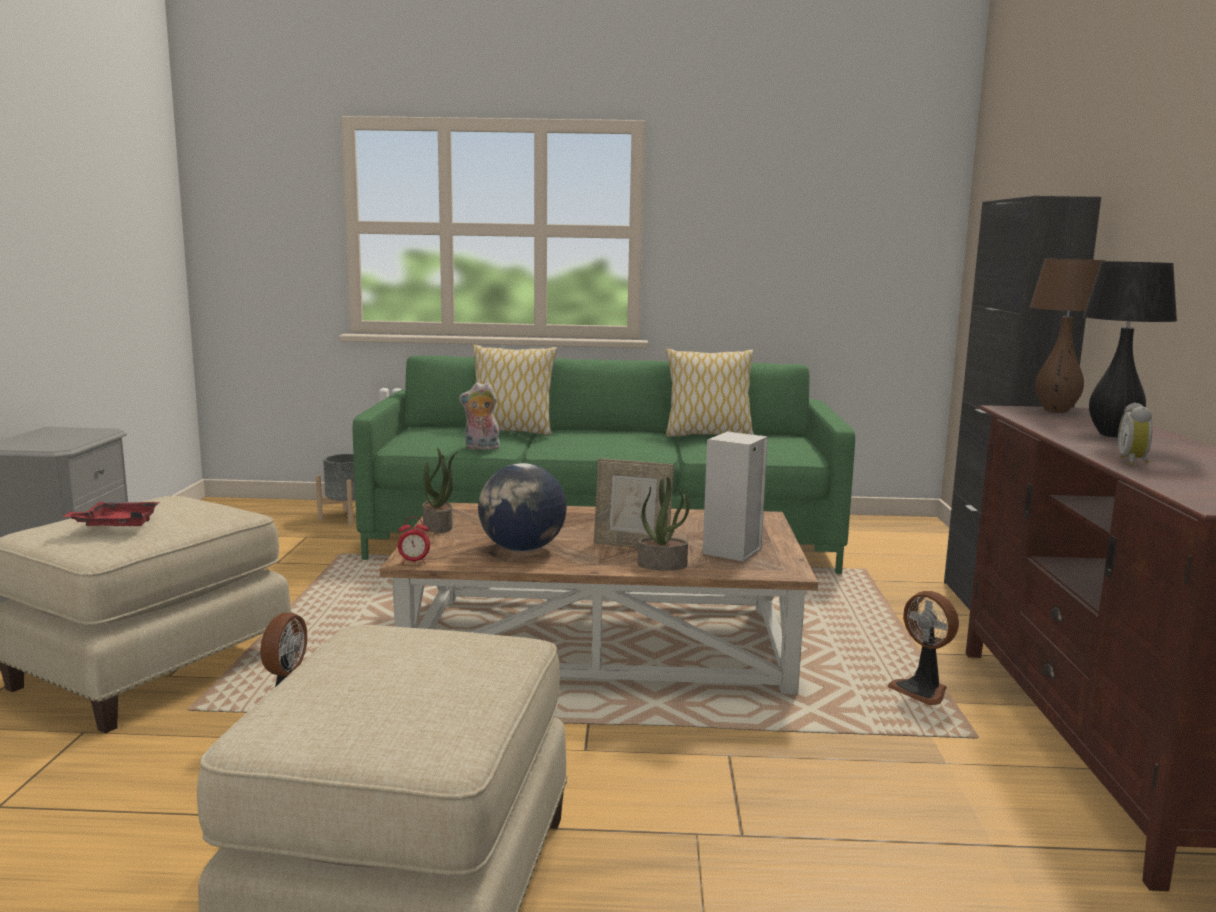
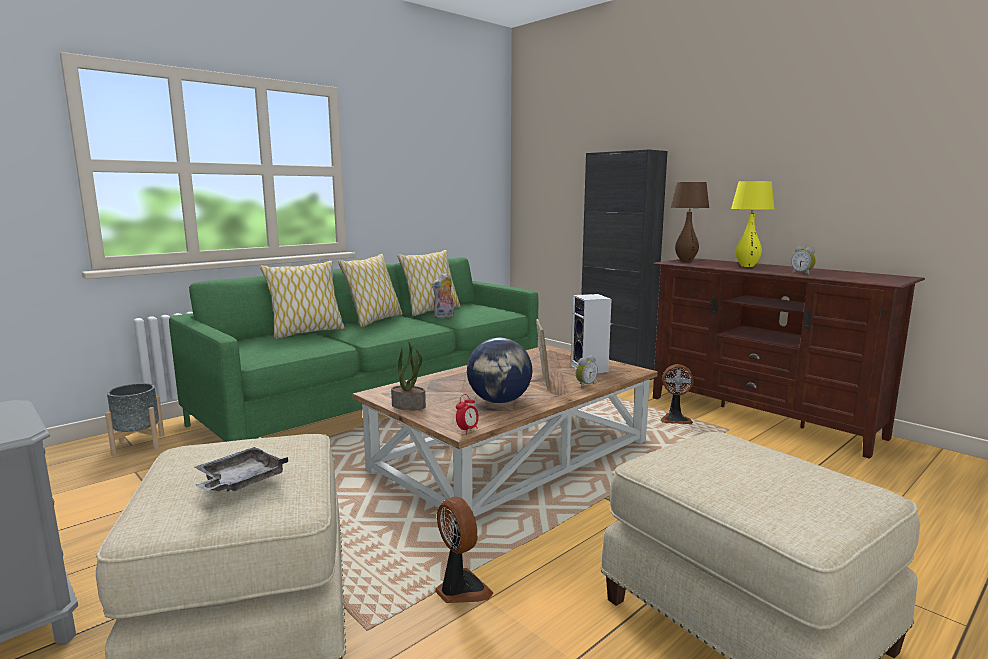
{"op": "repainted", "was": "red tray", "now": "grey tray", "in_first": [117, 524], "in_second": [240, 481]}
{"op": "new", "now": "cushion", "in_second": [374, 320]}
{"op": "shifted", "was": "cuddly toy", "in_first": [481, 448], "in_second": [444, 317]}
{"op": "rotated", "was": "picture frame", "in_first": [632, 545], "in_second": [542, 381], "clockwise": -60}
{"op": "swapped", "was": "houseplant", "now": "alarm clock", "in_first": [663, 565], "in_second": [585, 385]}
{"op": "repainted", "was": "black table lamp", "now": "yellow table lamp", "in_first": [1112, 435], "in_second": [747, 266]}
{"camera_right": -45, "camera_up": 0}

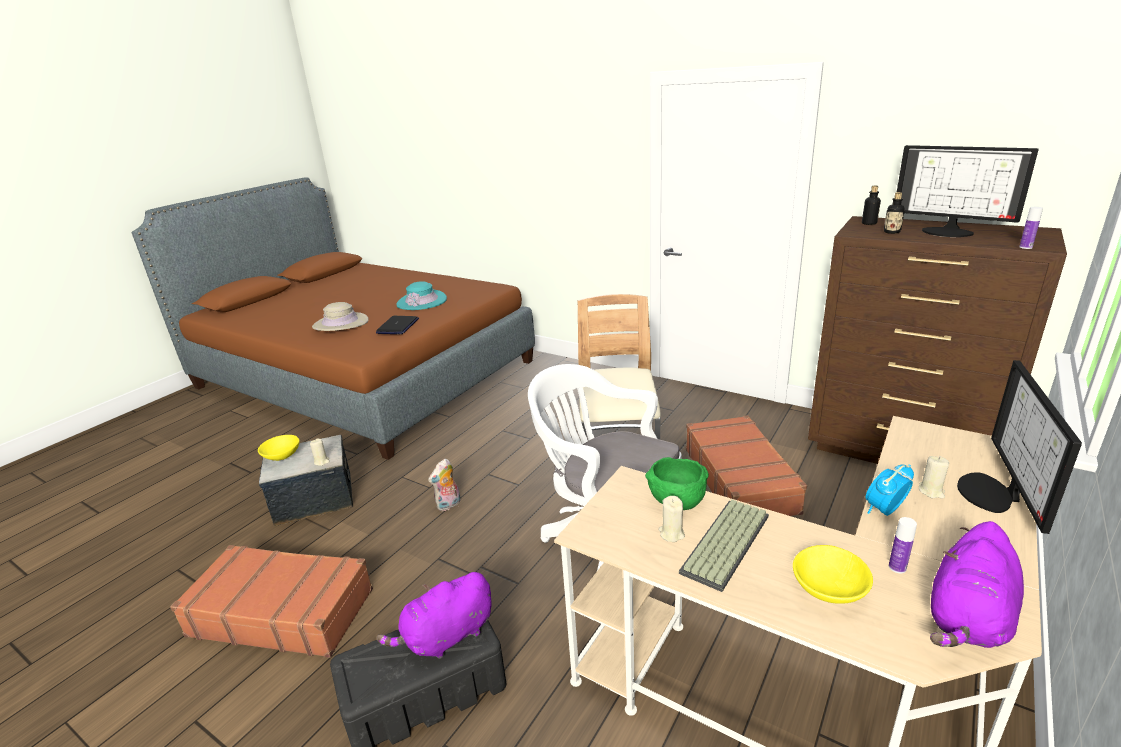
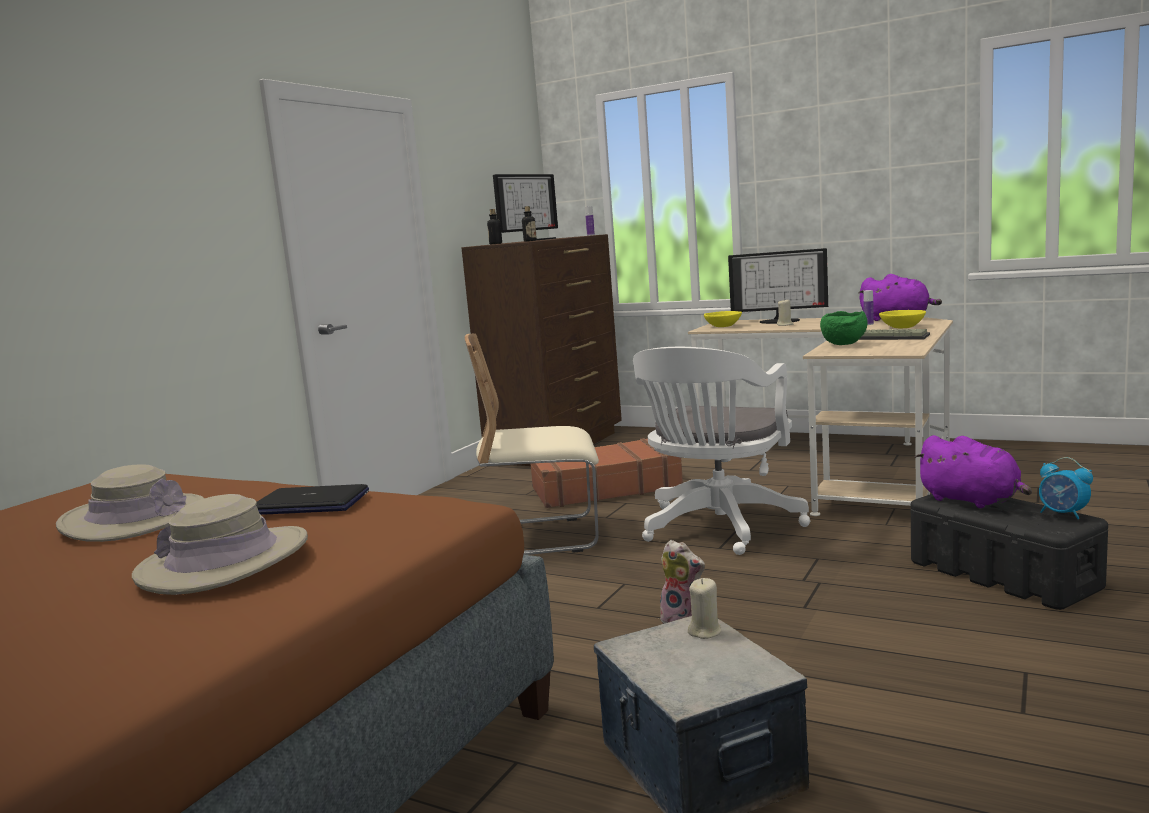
{"op": "repainted", "was": "blue-green clothing hat", "now": "beige-coloured clothing hat", "in_first": [422, 302], "in_second": [134, 519]}
{"op": "shifted", "was": "yellow bowl", "in_first": [282, 456], "in_second": [723, 326]}
{"op": "shifted", "was": "alarm clock", "in_first": [884, 510], "in_second": [1063, 514]}
{"op": "gone", "was": "brown suitcase", "in_first": [282, 611]}
{"op": "gone", "was": "beige-coloured wax light", "in_first": [671, 533]}
{"camera_right": -95, "camera_up": -15}

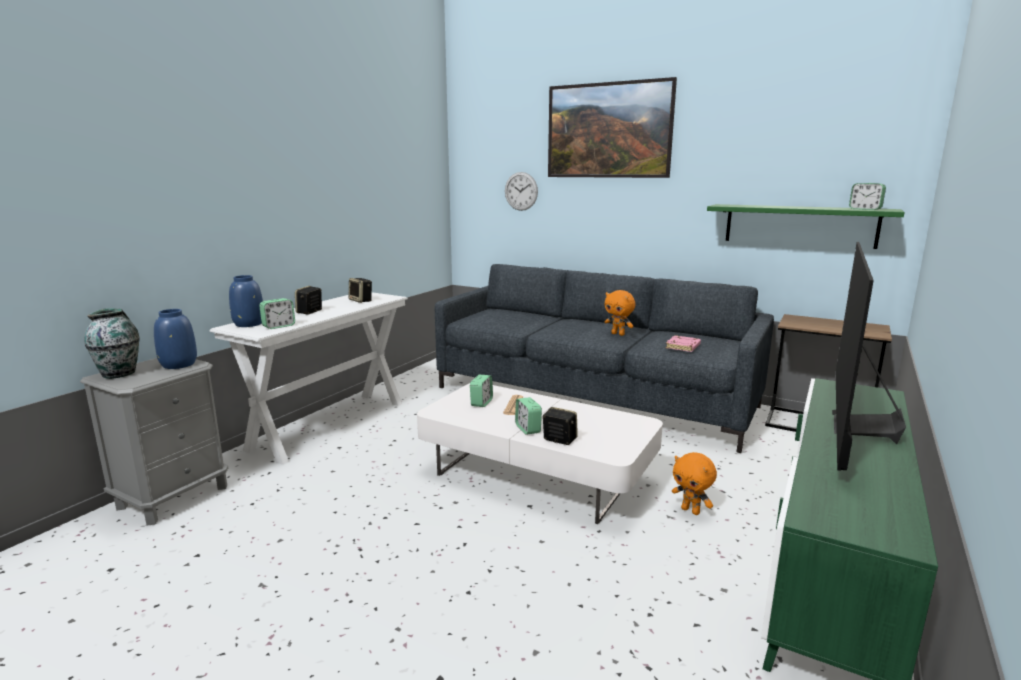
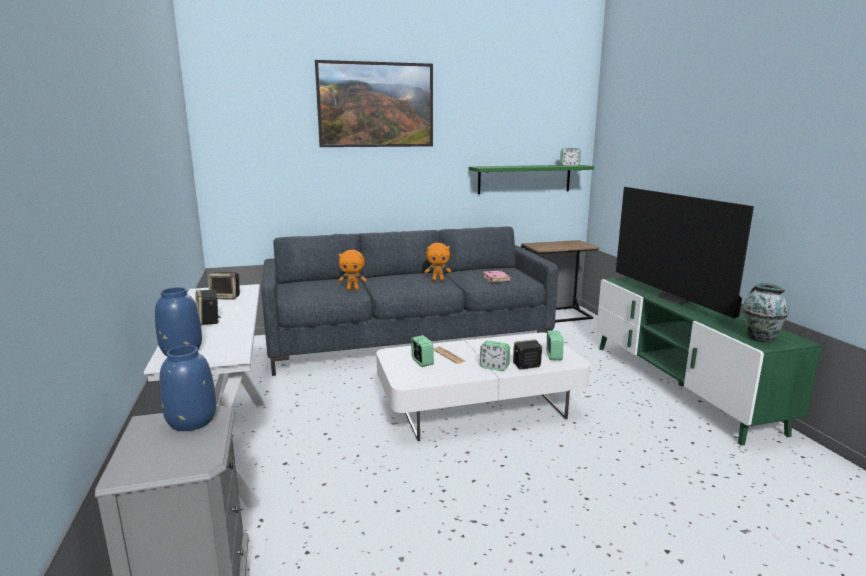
{"op": "shifted", "was": "orange cuddly toy", "in_first": [691, 511], "in_second": [353, 289]}
{"op": "shifted", "was": "alarm clock", "in_first": [278, 326], "in_second": [554, 356]}
{"op": "shifted", "was": "vase", "in_first": [119, 373], "in_second": [760, 338]}
{"op": "gone", "was": "clock on the wall", "in_first": [521, 191]}
{"camera_right": -45, "camera_up": 0}

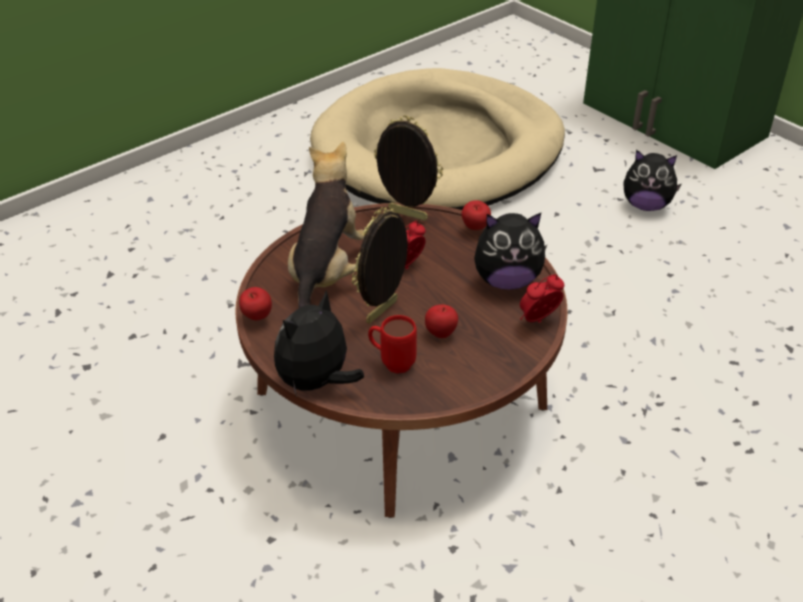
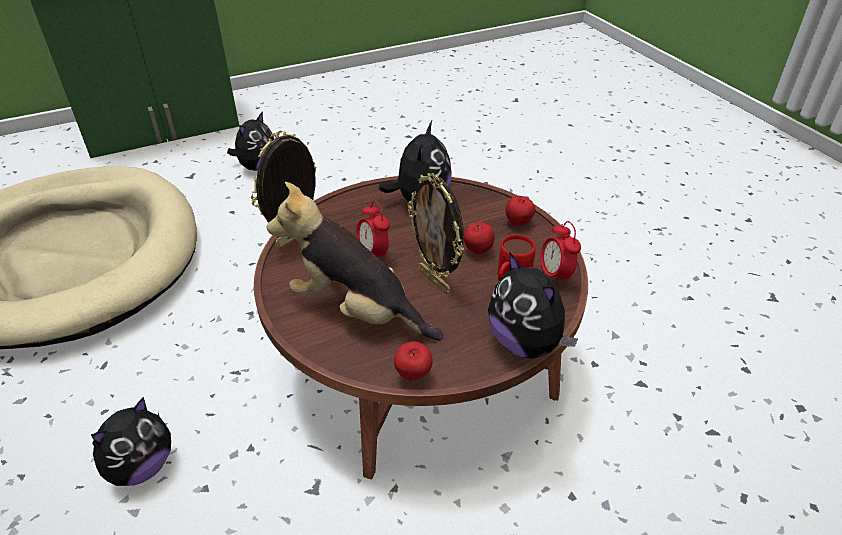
{"op": "new", "now": "cuddly toy", "in_second": [141, 466]}
{"op": "shifted", "was": "apple", "in_first": [475, 229], "in_second": [518, 223]}
{"op": "shifted", "was": "alarm clock", "in_first": [538, 320], "in_second": [555, 275]}
{"camera_right": -75, "camera_up": 0}

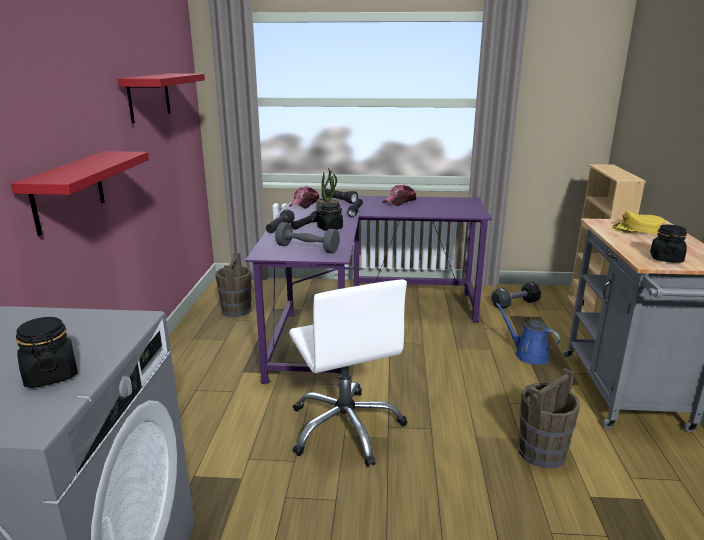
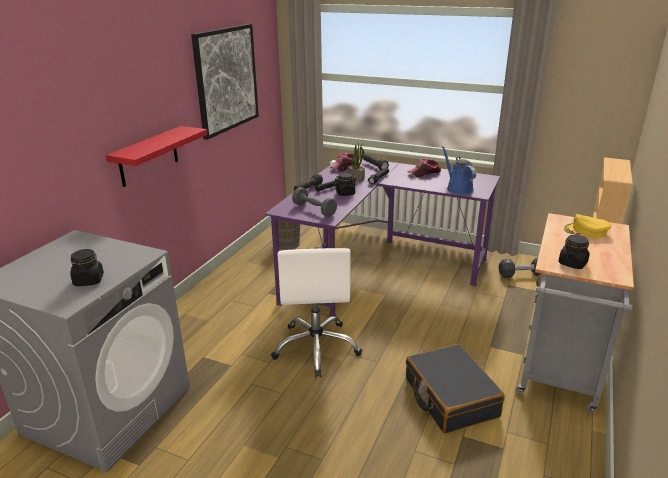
{"op": "swapped", "was": "red wall shelf", "now": "picture", "in_first": [149, 97], "in_second": [226, 79]}
{"op": "swapped", "was": "brown pail", "now": "black suitcase", "in_first": [542, 452], "in_second": [450, 397]}
{"op": "shifted", "was": "blue-coloured watering pot", "in_first": [528, 354], "in_second": [458, 188]}
{"camera_right": 20, "camera_up": 5}

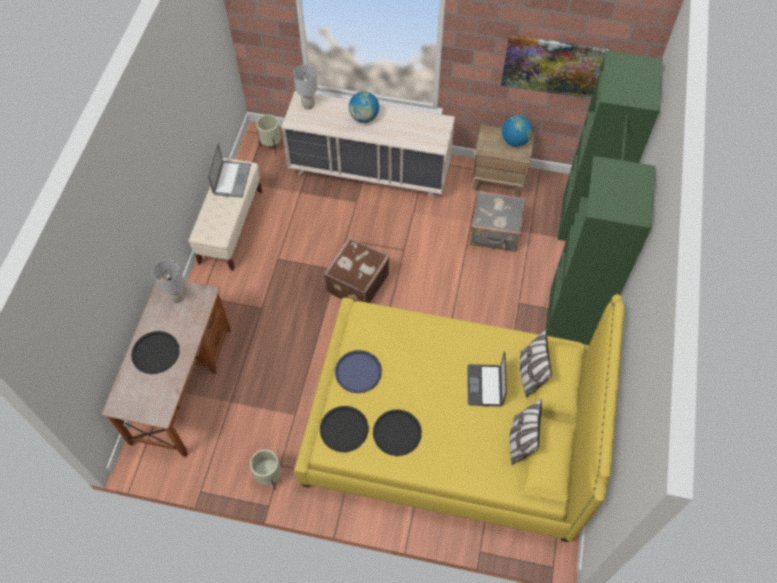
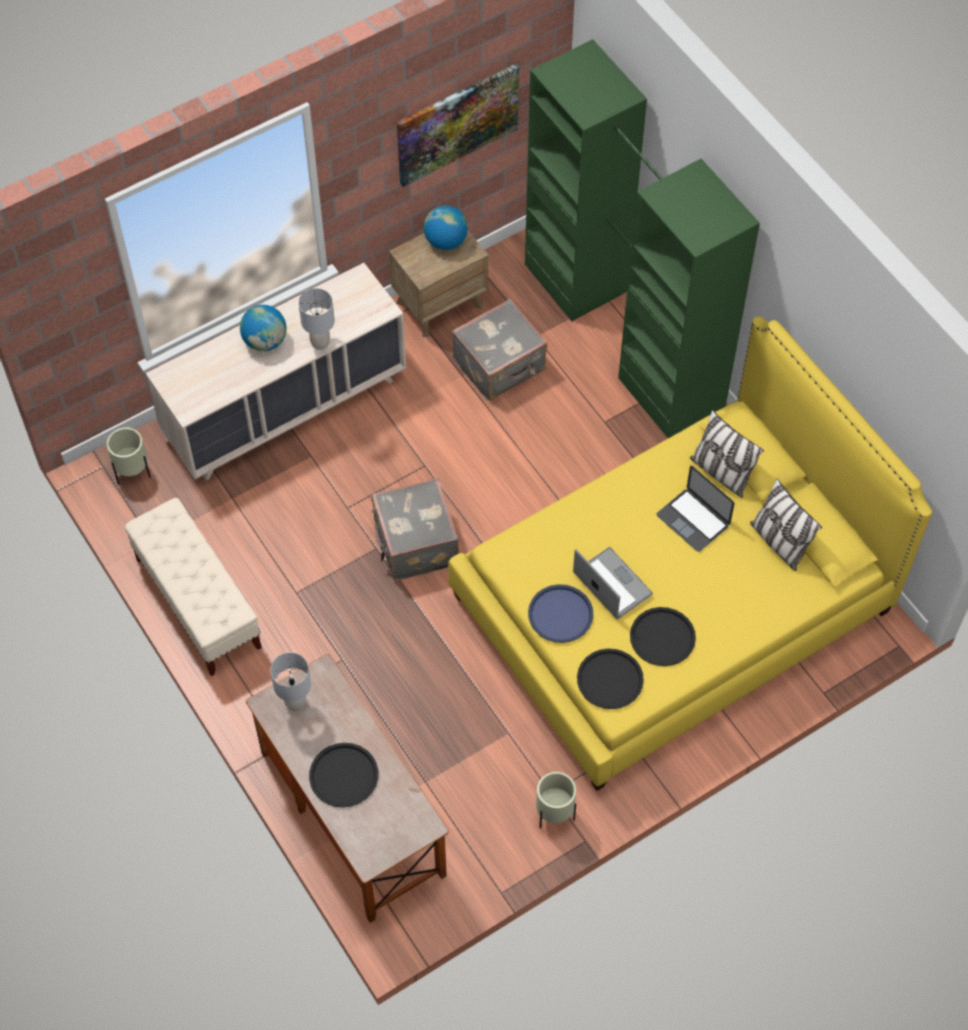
{"op": "shifted", "was": "grey table lamp", "in_first": [308, 105], "in_second": [320, 343]}
{"op": "repainted", "was": "brown suitcase", "now": "grey suitcase", "in_first": [356, 283], "in_second": [414, 544]}
{"op": "shifted", "was": "laptop", "in_first": [232, 179], "in_second": [612, 584]}
{"camera_right": -45, "camera_up": 0}

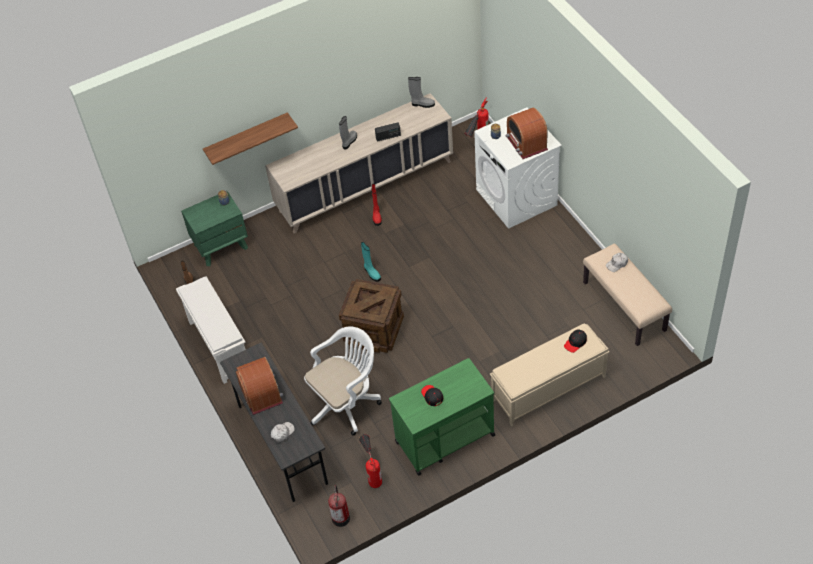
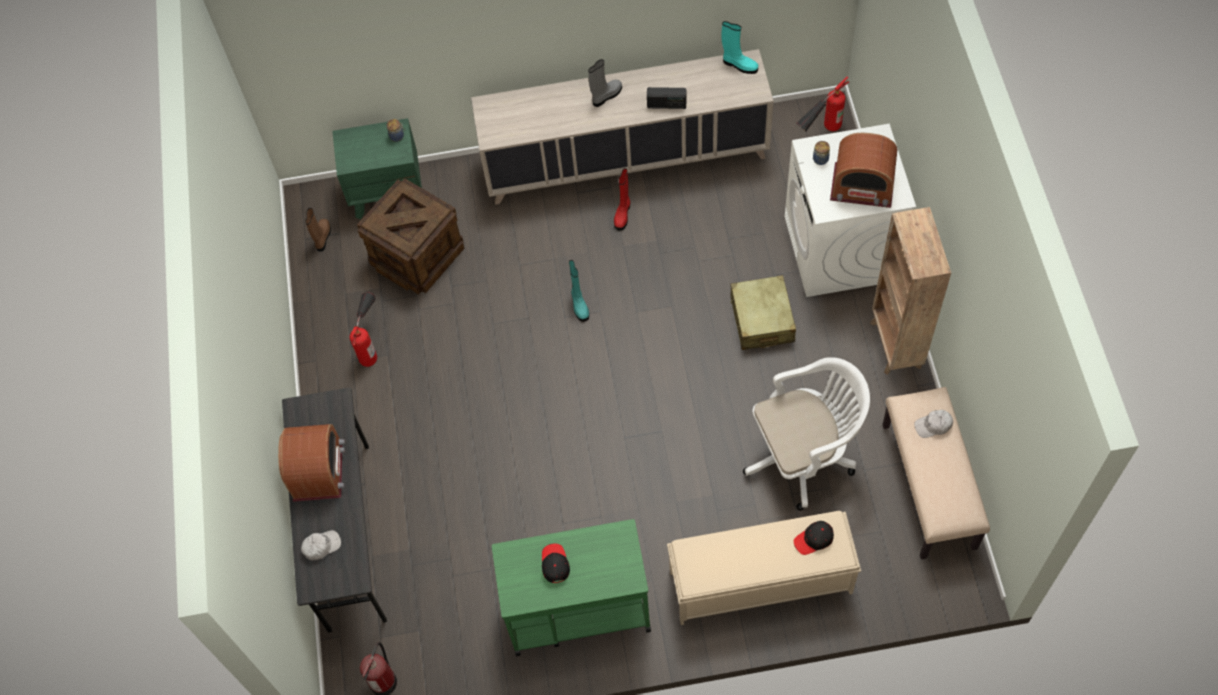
{"op": "shifted", "was": "extinguisher", "in_first": [372, 471], "in_second": [370, 343]}
{"op": "shifted", "was": "packing crate", "in_first": [373, 330], "in_second": [416, 255]}
{"op": "repainted", "was": "grey boot", "now": "blue-green boot", "in_first": [422, 104], "in_second": [739, 65]}
{"op": "new", "now": "beige-coloured suitcase", "in_second": [762, 320]}
{"op": "shifted", "was": "white computer chair", "in_first": [346, 402], "in_second": [804, 455]}
{"op": "rotated", "was": "radio receiver", "in_first": [526, 143], "in_second": [862, 186], "clockwise": -75}
{"op": "new", "now": "brown bookshelf", "in_second": [895, 346]}
{"op": "gone", "was": "white shoe rack", "in_first": [218, 345]}
{"op": "gone", "was": "wall shelf", "in_first": [247, 138]}
{"camera_right": 20, "camera_up": 10}

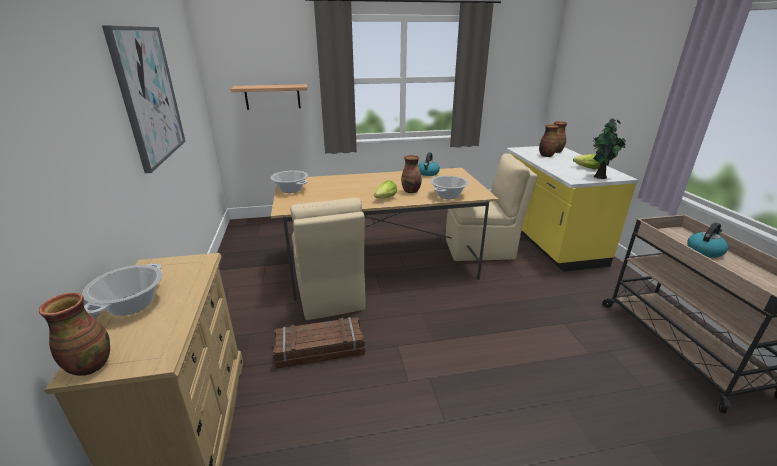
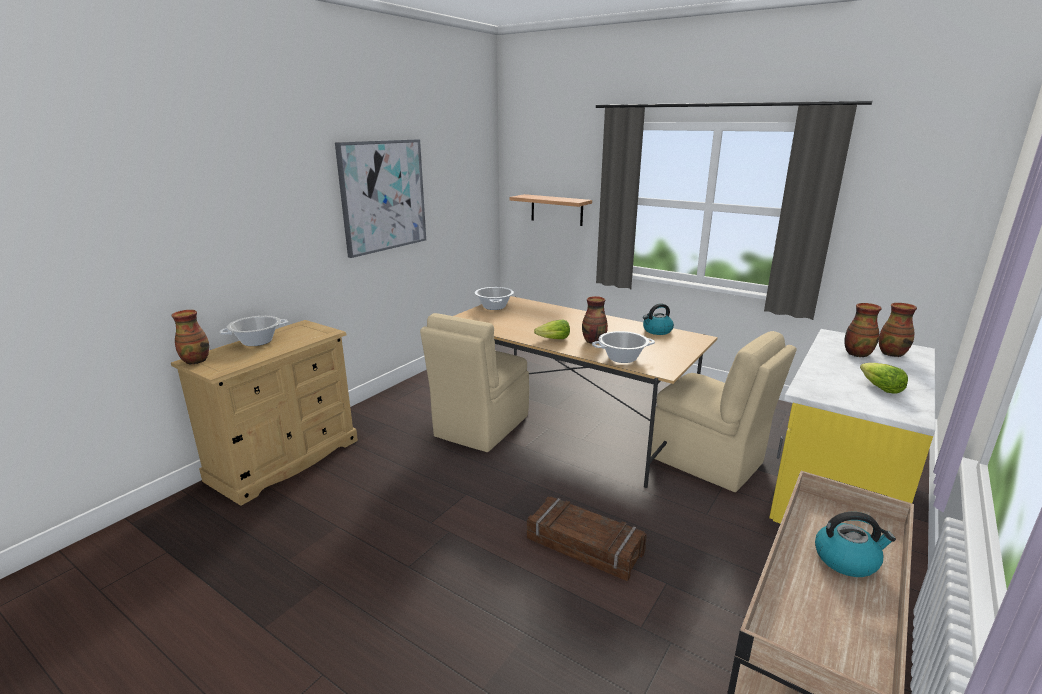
{"op": "shifted", "was": "packing crate", "in_first": [320, 350], "in_second": [584, 546]}
{"op": "gone", "was": "houseplant", "in_first": [600, 177]}
{"camera_right": 45, "camera_up": -5}

